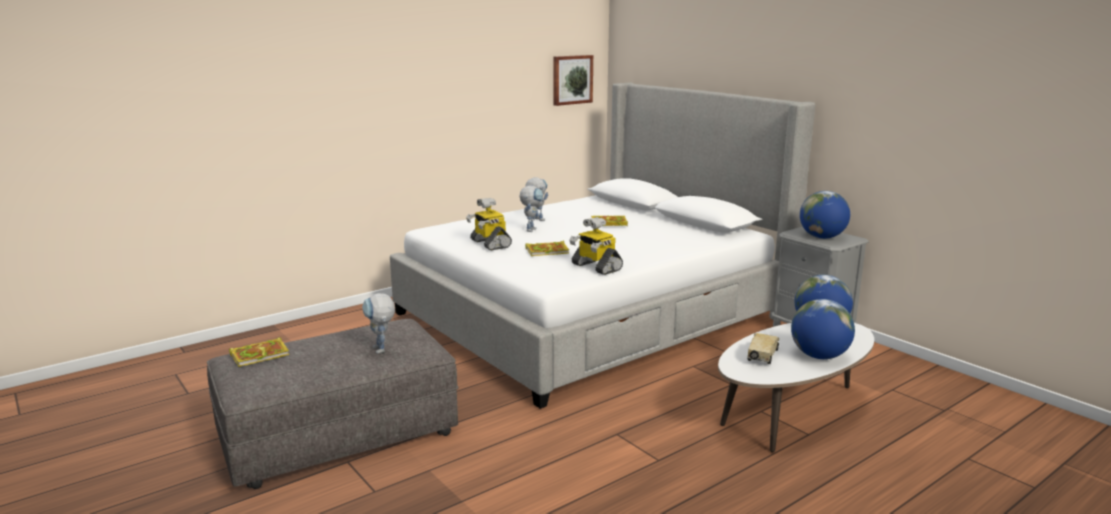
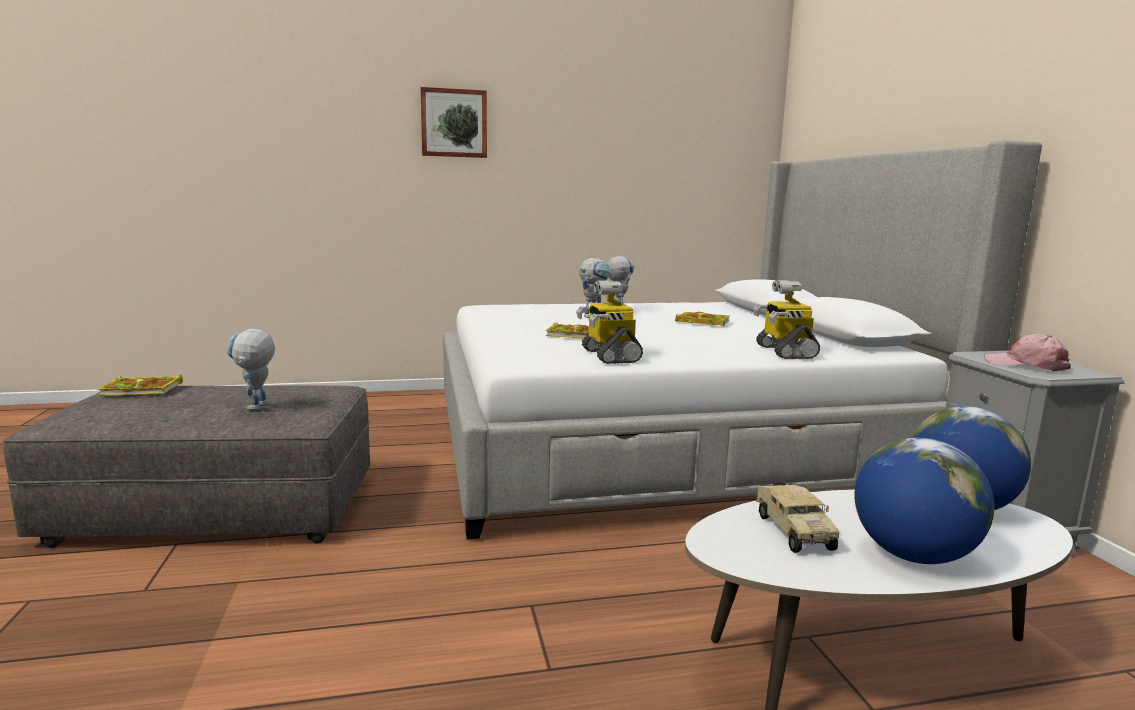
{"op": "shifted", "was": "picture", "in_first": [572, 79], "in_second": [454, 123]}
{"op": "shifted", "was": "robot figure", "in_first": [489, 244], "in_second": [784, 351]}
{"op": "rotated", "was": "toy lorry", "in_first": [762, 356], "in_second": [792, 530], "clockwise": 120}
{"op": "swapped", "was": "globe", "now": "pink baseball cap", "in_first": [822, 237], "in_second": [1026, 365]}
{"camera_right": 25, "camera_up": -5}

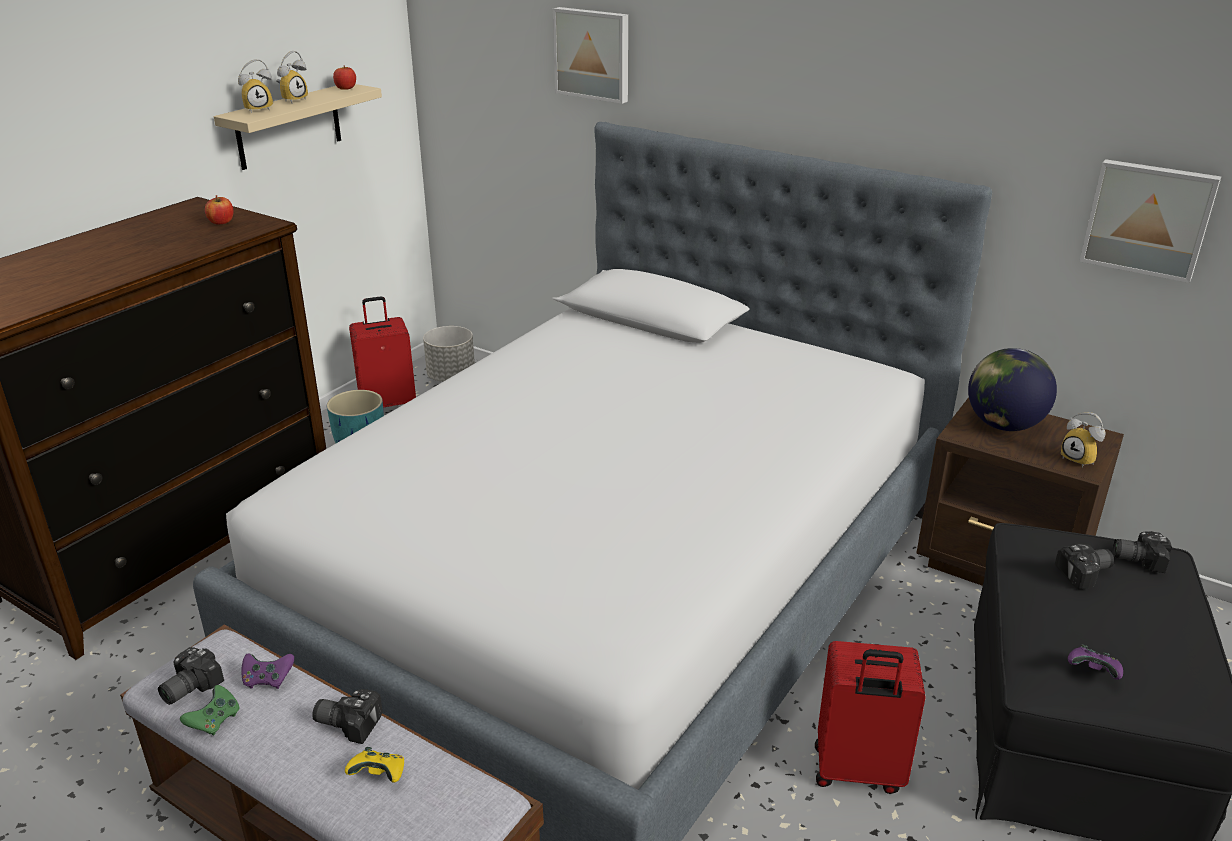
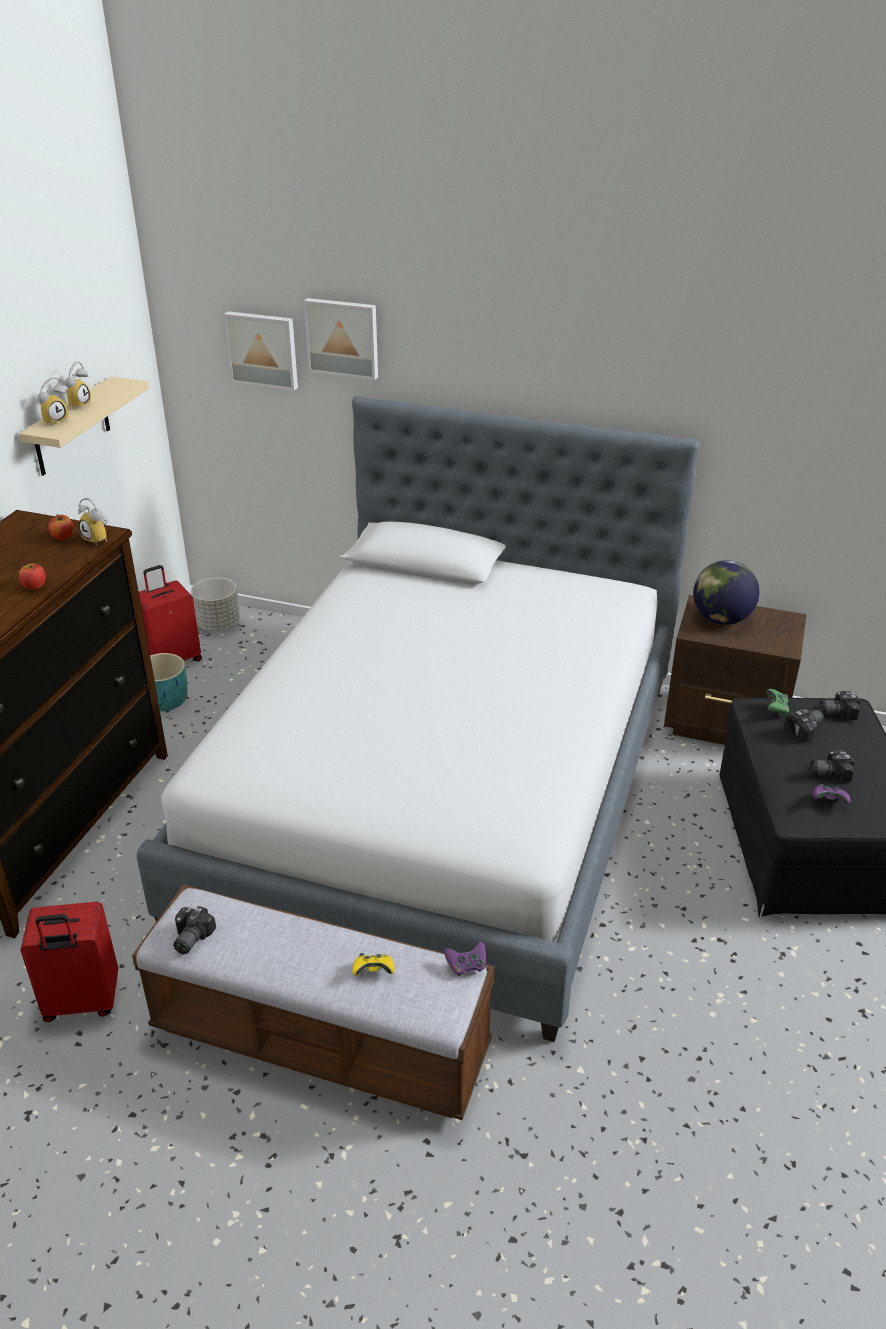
{"op": "shifted", "was": "apple", "in_first": [345, 88], "in_second": [34, 586]}
{"op": "shifted", "was": "red suitcase", "in_first": [857, 772], "in_second": [82, 1003]}
{"op": "shifted", "was": "alarm clock", "in_first": [1080, 459], "in_second": [99, 539]}
{"op": "shifted", "was": "picture", "in_first": [1148, 219], "in_second": [263, 349]}
{"op": "shifted", "was": "purplish gamepad", "in_first": [267, 680], "in_second": [466, 966]}
{"op": "shifted", "was": "greenish gamepad", "in_first": [215, 721], "in_second": [776, 709]}
{"op": "shifted", "was": "photo camera", "in_first": [349, 722], "in_second": [828, 772]}
{"camera_right": -15, "camera_up": 5}

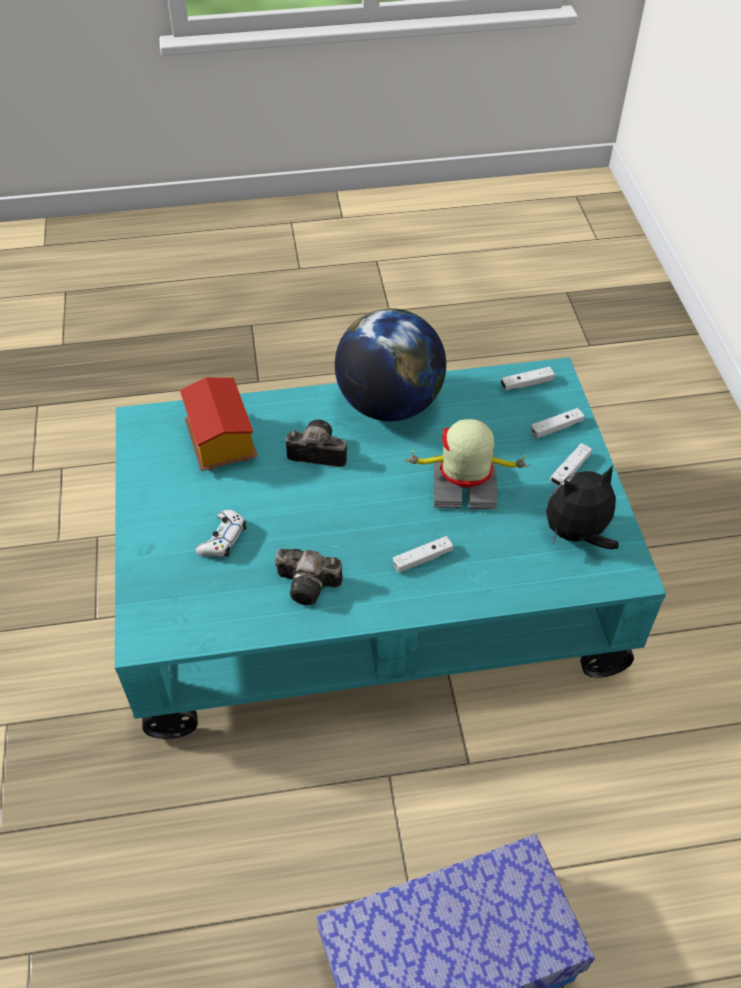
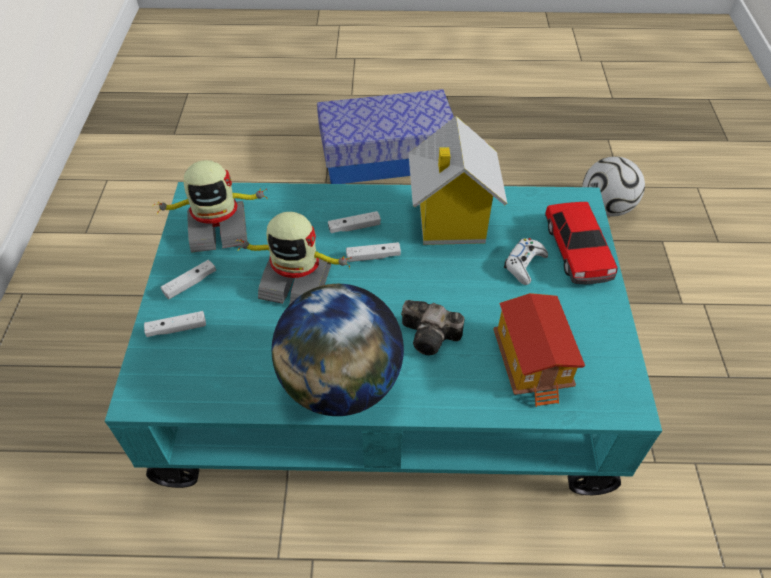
{"op": "swapped", "was": "cuddly toy", "now": "robot figure", "in_first": [577, 534], "in_second": [218, 229]}
{"op": "shifted", "was": "white gamepad", "in_first": [526, 384], "in_second": [373, 256]}
{"op": "swapped", "was": "photo camera", "now": "model house", "in_first": [311, 585], "in_second": [450, 220]}
{"op": "new", "now": "toy car", "in_second": [577, 251]}
{"op": "new", "now": "football", "in_second": [606, 208]}
{"camera_right": -170, "camera_up": 0}

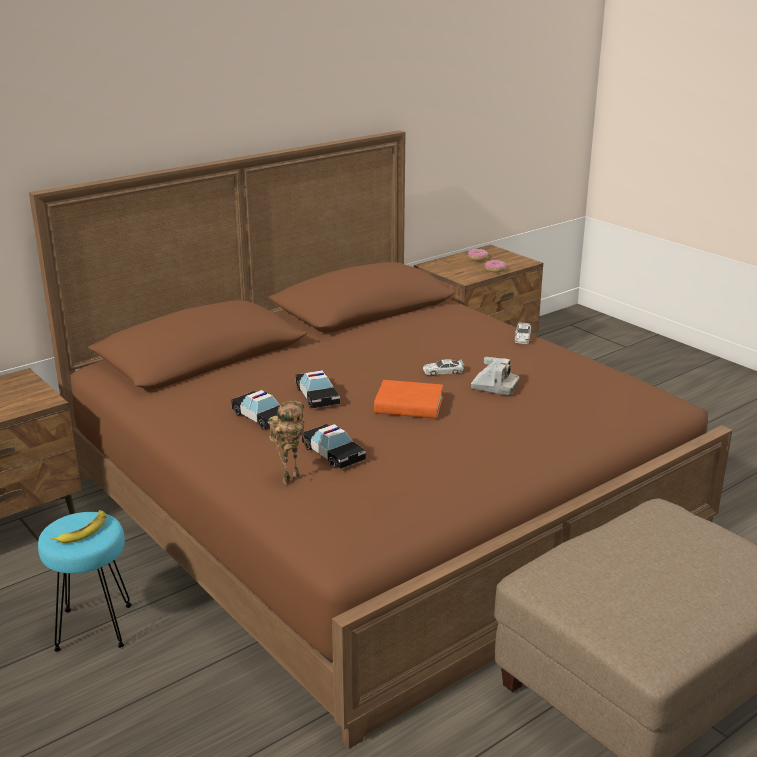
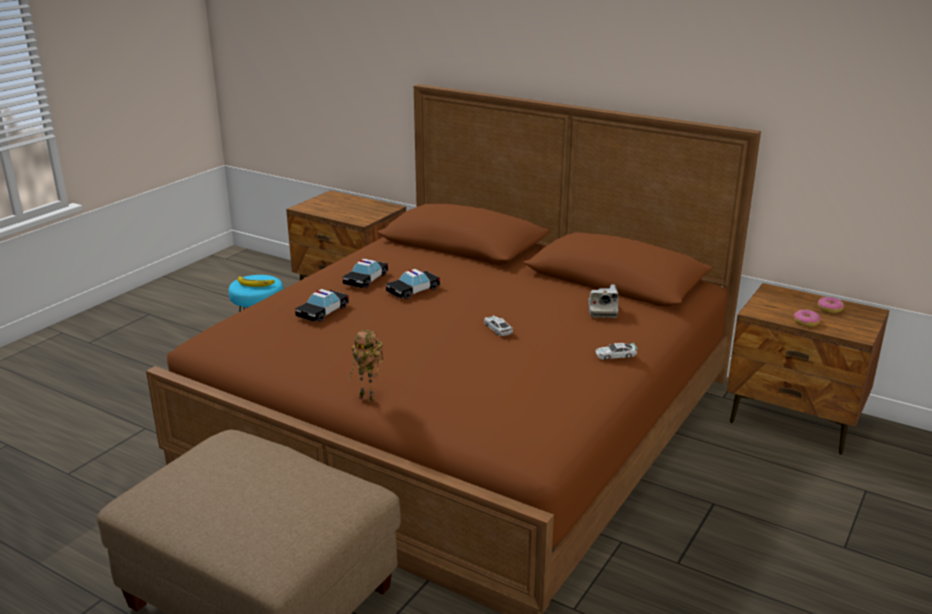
{"op": "shifted", "was": "robot figure", "in_first": [291, 479], "in_second": [369, 398]}
{"op": "shifted", "was": "photo camera", "in_first": [494, 387], "in_second": [602, 310]}
{"op": "gone", "was": "orange volume", "in_first": [409, 406]}
{"camera_right": 70, "camera_up": 0}

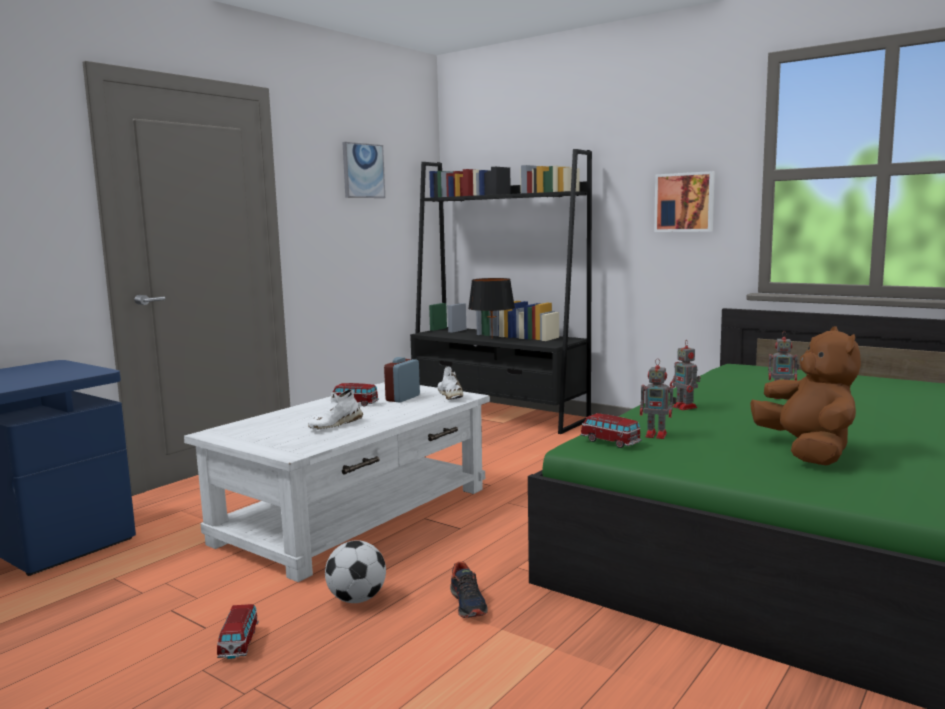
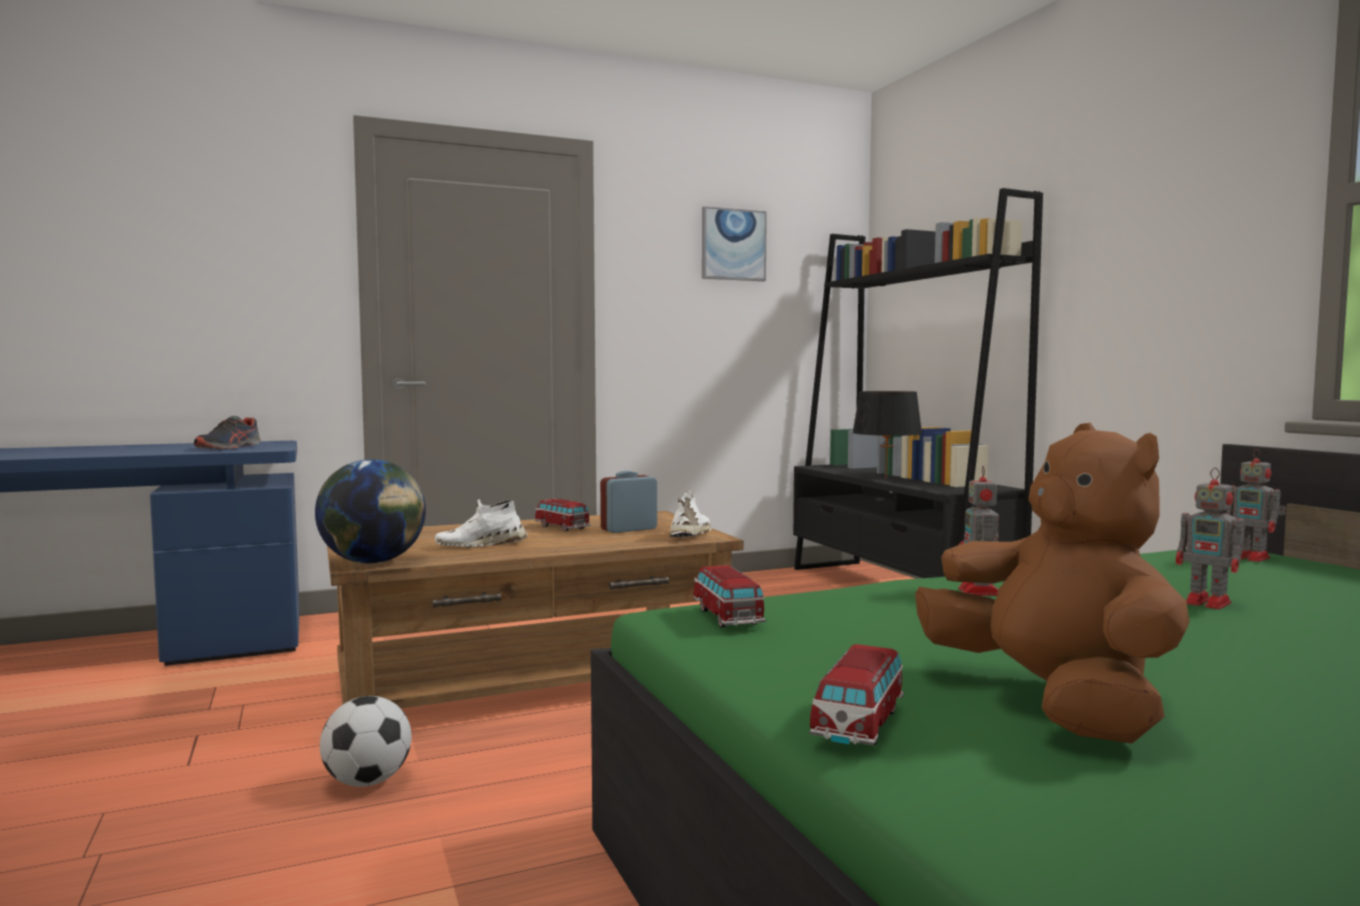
{"op": "shifted", "was": "shoe", "in_first": [468, 604], "in_second": [229, 448]}
{"op": "new", "now": "globe", "in_second": [373, 562]}
{"op": "repainted", "was": "white lounge table", "now": "brown lounge table", "in_first": [354, 515], "in_second": [531, 678]}
{"op": "shifted", "was": "toy car", "in_first": [239, 643], "in_second": [858, 724]}
{"op": "rotated", "was": "brown cuddly toy", "in_first": [807, 452], "in_second": [1052, 703], "clockwise": -45}
{"op": "shifted", "was": "robot figure", "in_first": [657, 435], "in_second": [1252, 558]}
{"op": "gone", "was": "picture", "in_first": [685, 202]}
{"camera_right": 30, "camera_up": -5}

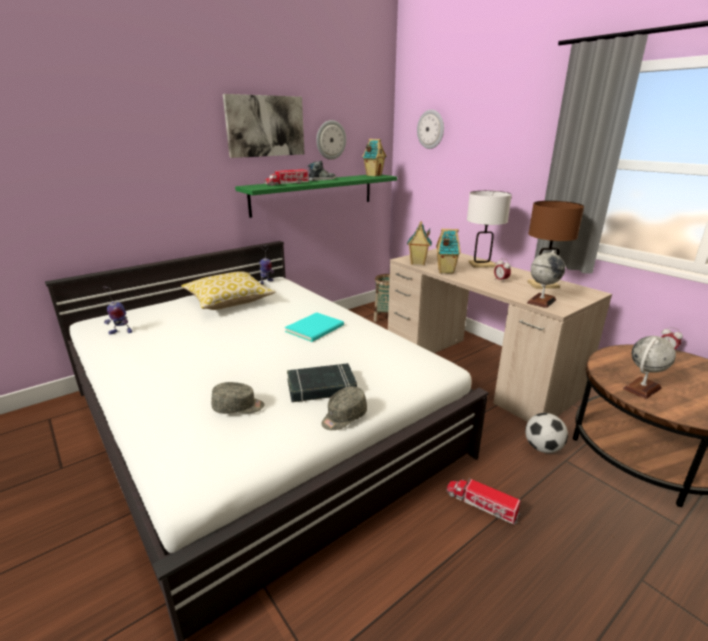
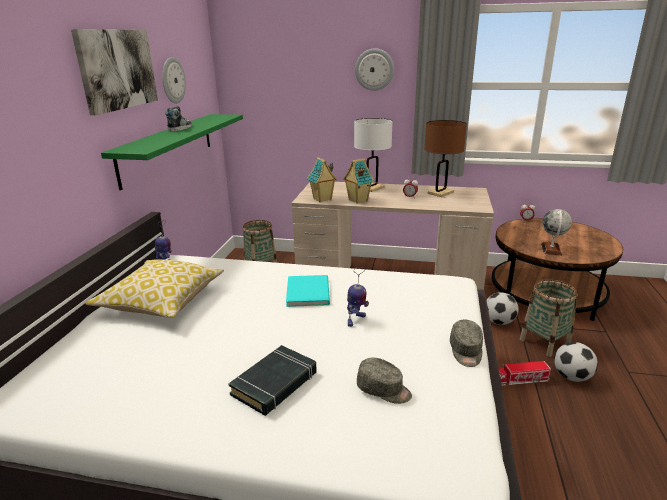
{"op": "shifted", "was": "black volume", "in_first": [321, 387], "in_second": [275, 384]}
{"op": "shifted", "was": "robot figure", "in_first": [120, 332], "in_second": [355, 320]}
{"op": "shifted", "was": "clock on the wall", "in_first": [431, 129], "in_second": [374, 69]}
{"op": "rotated", "was": "grey baseball cap", "in_first": [238, 407], "in_second": [384, 390], "clockwise": 75}
{"op": "new", "now": "storage basket", "in_second": [544, 342]}
{"op": "new", "now": "football", "in_second": [571, 377]}
{"op": "gone", "was": "toy lorry", "in_first": [287, 184]}
{"op": "gone", "was": "model house", "in_first": [373, 175]}
{"op": "gone", "was": "globe", "in_first": [541, 301]}
{"camera_right": -40, "camera_up": 0}

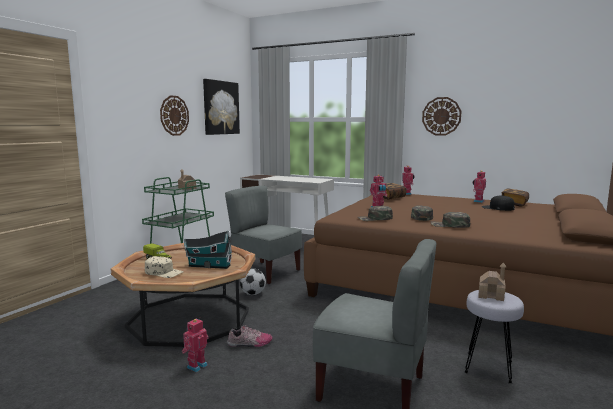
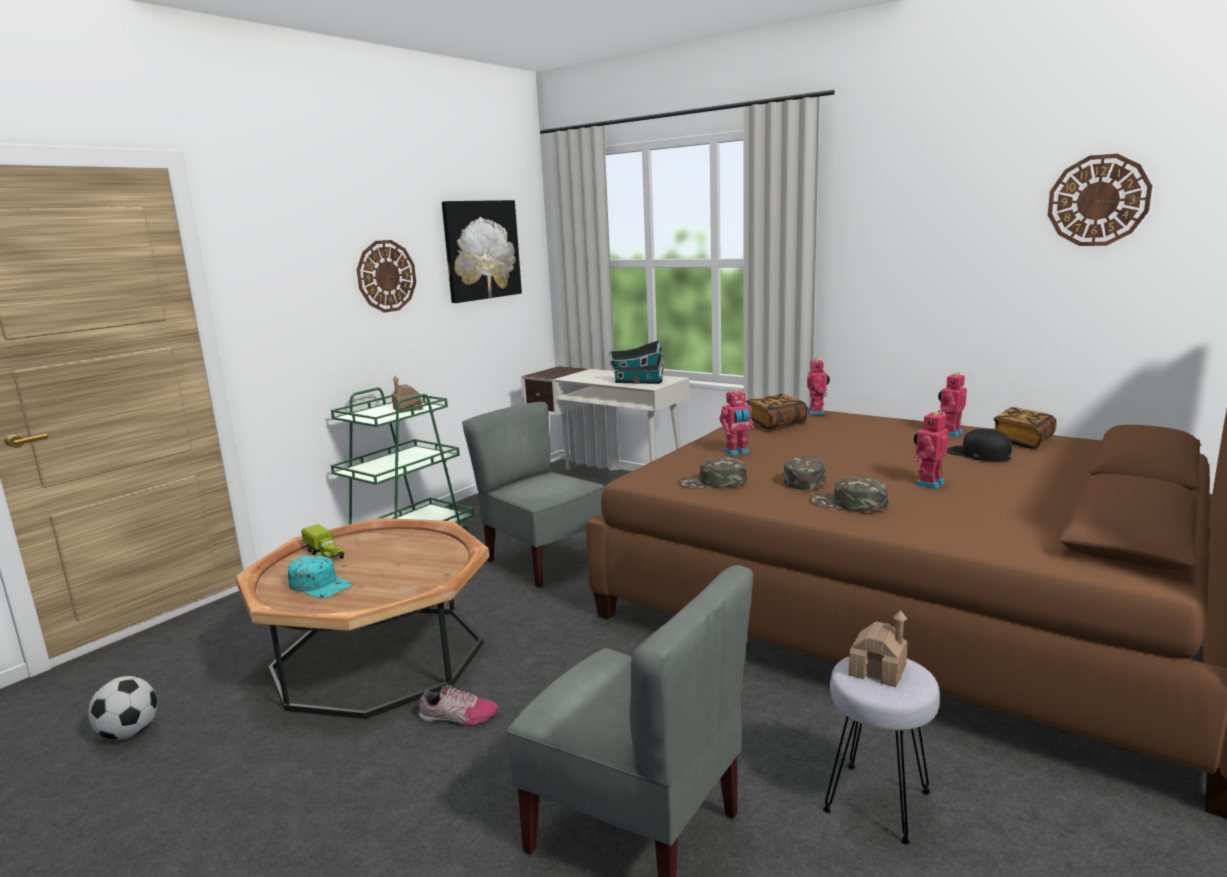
{"op": "shifted", "was": "football", "in_first": [253, 294], "in_second": [129, 733]}
{"op": "repainted", "was": "beige-coloured baseball cap", "now": "blue-green baseball cap", "in_first": [164, 272], "in_second": [320, 585]}
{"op": "shifted", "was": "model house", "in_first": [208, 265], "in_second": [637, 382]}
{"op": "shifted", "was": "robot figure", "in_first": [196, 366], "in_second": [928, 483]}
{"op": "shifted", "was": "clock on the wall", "in_first": [441, 116], "in_second": [1098, 200]}
{"camera_right": 10, "camera_up": 5}

